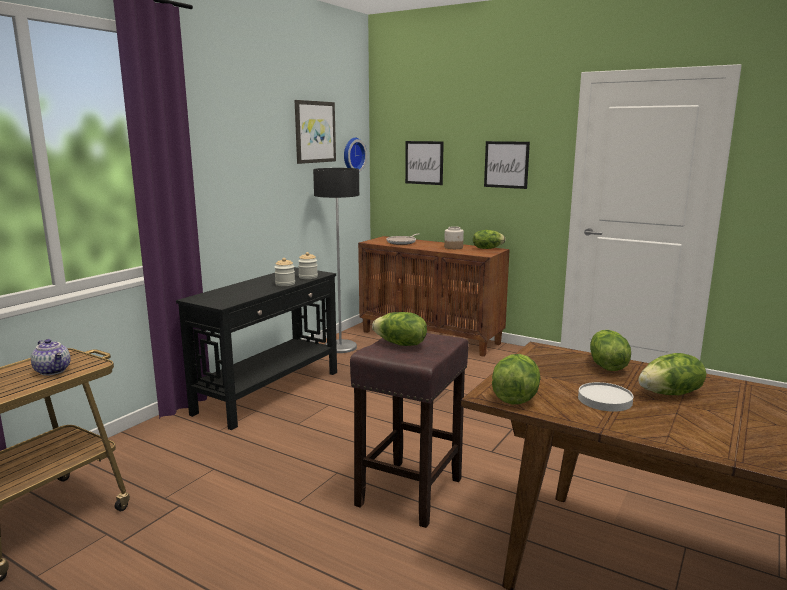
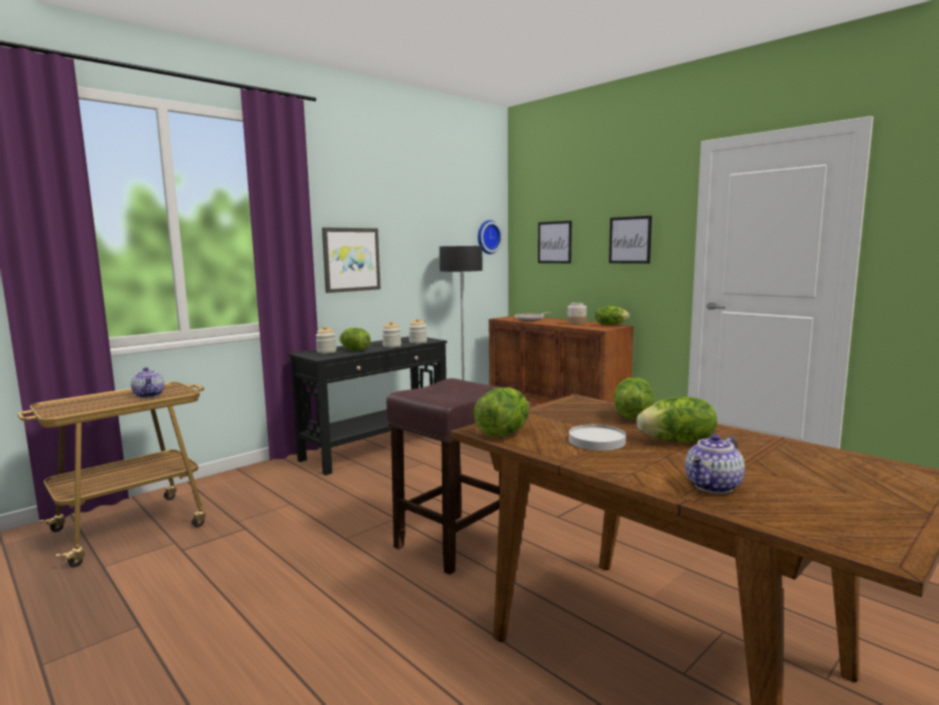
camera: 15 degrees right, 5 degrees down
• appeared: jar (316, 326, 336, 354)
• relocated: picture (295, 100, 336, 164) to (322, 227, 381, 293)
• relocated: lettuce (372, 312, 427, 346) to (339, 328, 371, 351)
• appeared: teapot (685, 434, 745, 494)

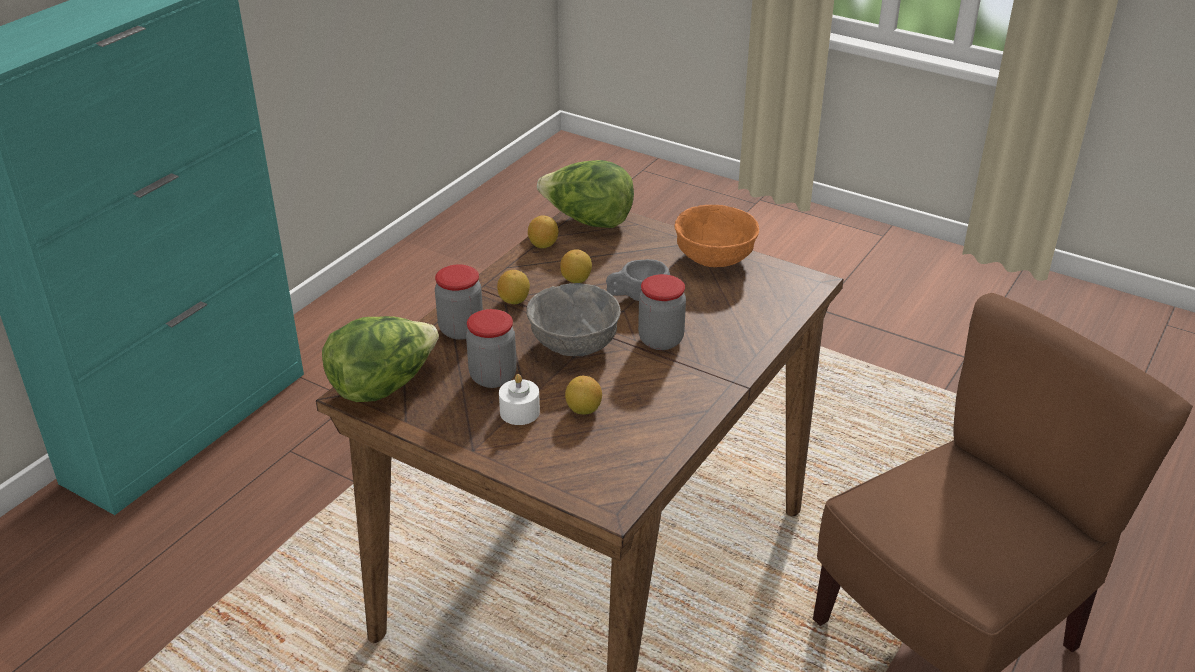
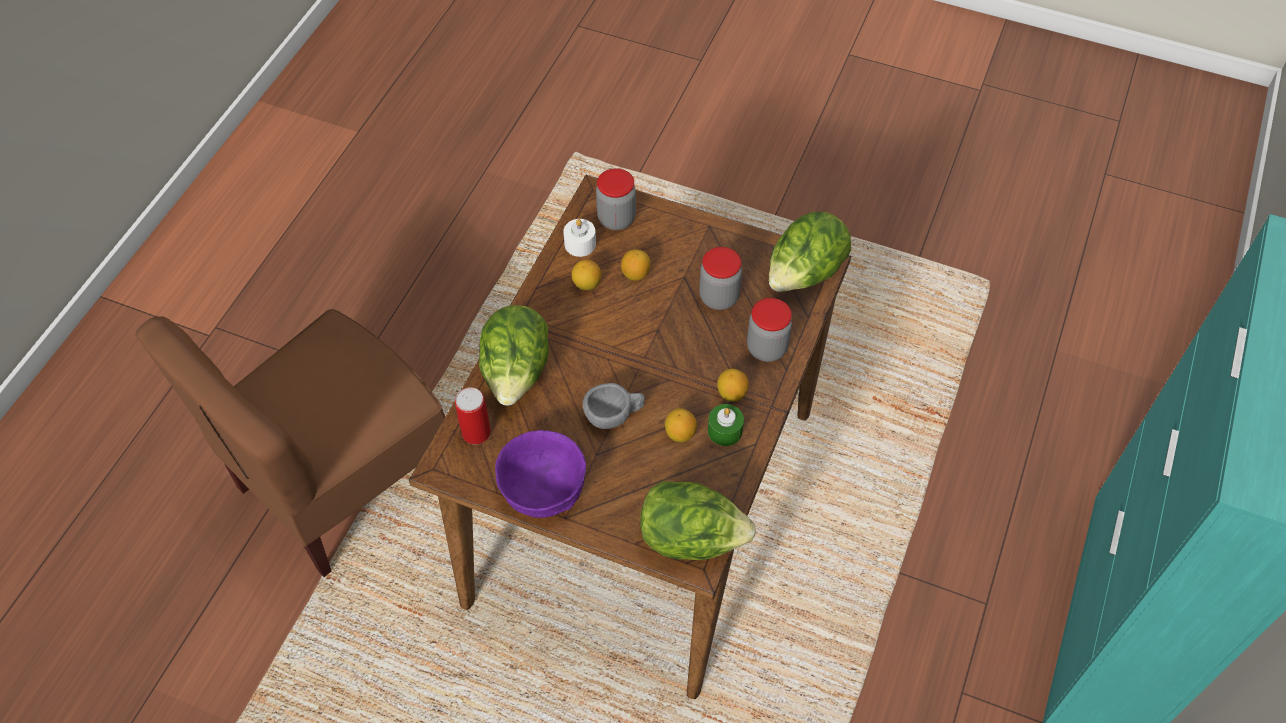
camera: 170 degrees right, 20 degrees up
• appeared: can (455, 387, 491, 444)
• appeared: lettuce (479, 305, 549, 406)
• colour: orange bowl (674, 205, 759, 267) to purple bowl (495, 430, 586, 518)
• relocated: white candle (499, 374, 540, 425) to (564, 219, 596, 257)
• relocated: lemon (528, 215, 558, 248) to (571, 259, 602, 290)
• relocated: jar (638, 274, 686, 350) to (596, 168, 636, 230)
• appeared: green candle (708, 404, 744, 446)
• missing: grey bowl (526, 283, 621, 356)

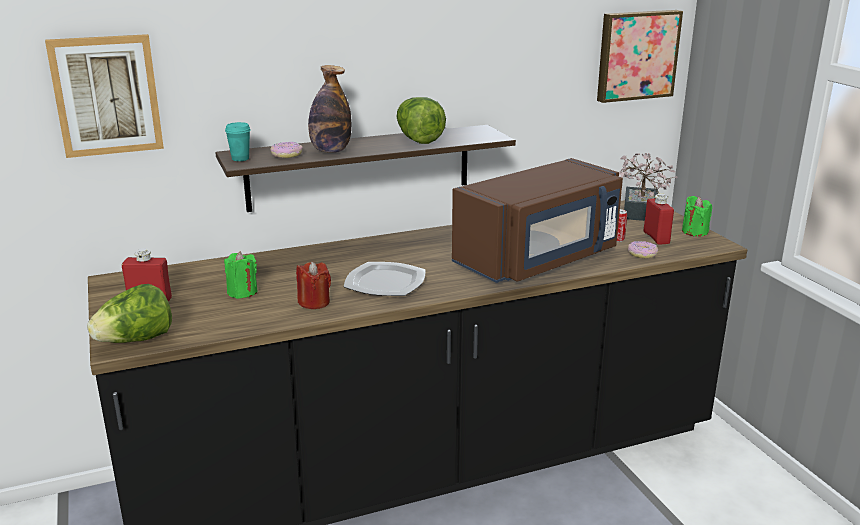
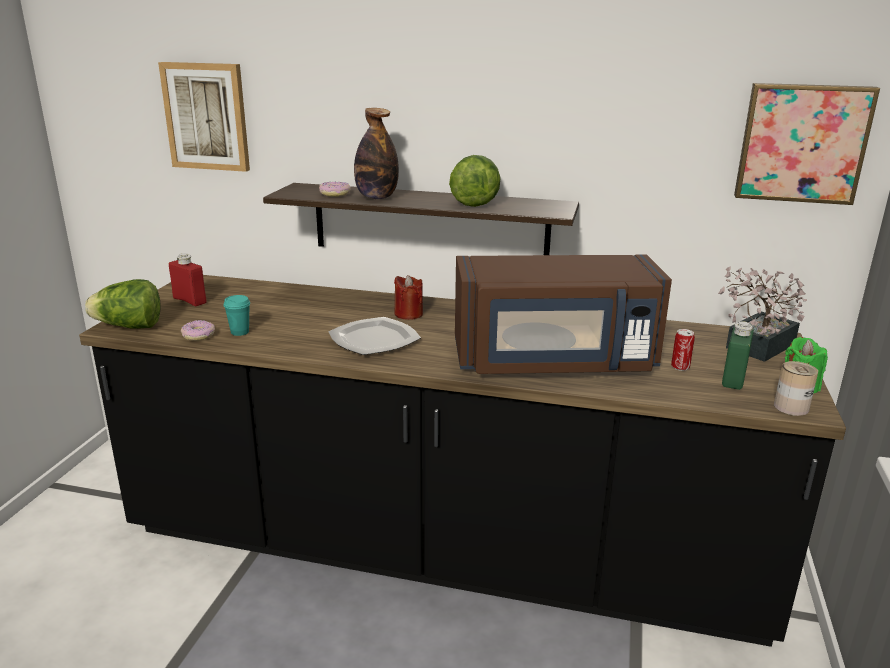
camera: 35 degrees right, 0 degrees up
• relocated: donut (628, 241, 658, 258) to (181, 320, 215, 341)
• relocated: turquoise cup (225, 122, 251, 161) to (223, 295, 250, 336)
• relocated: red candle (296, 262, 331, 309) to (394, 275, 423, 320)
• colour: red bottle (644, 193, 674, 245) to green bottle (722, 321, 754, 390)
• appeared: can (774, 361, 818, 416)
• missing: green candle (224, 251, 257, 299)

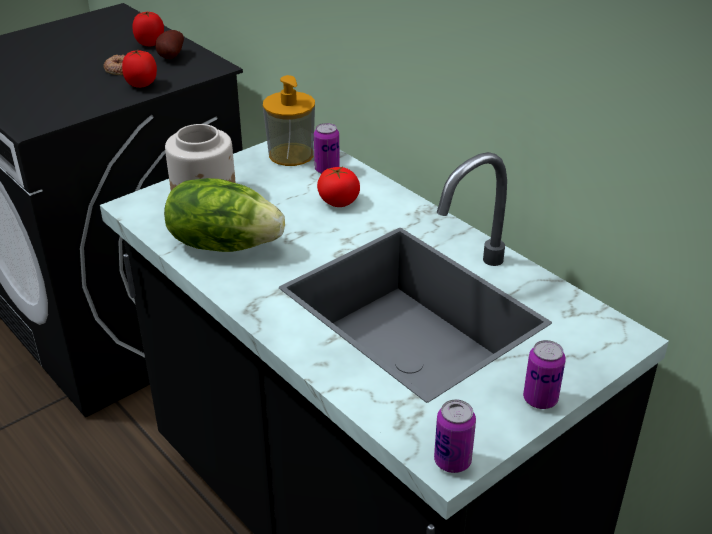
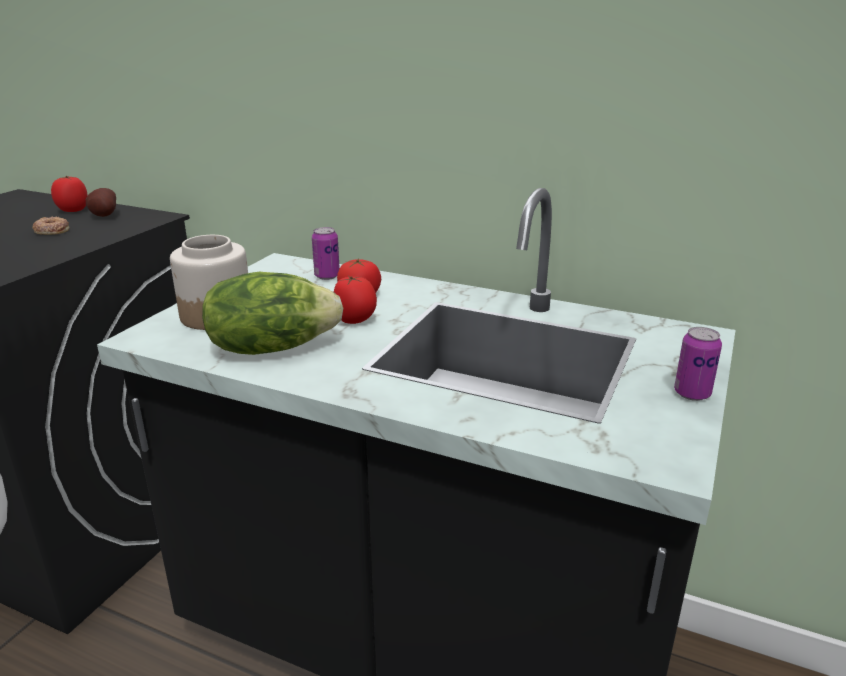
camera: 25 degrees left, 10 degrees down
• relocated: tomato (122, 50, 157, 88) to (334, 276, 377, 324)
• missing: soap dispenser (263, 75, 315, 166)
• missing: can (434, 400, 476, 473)

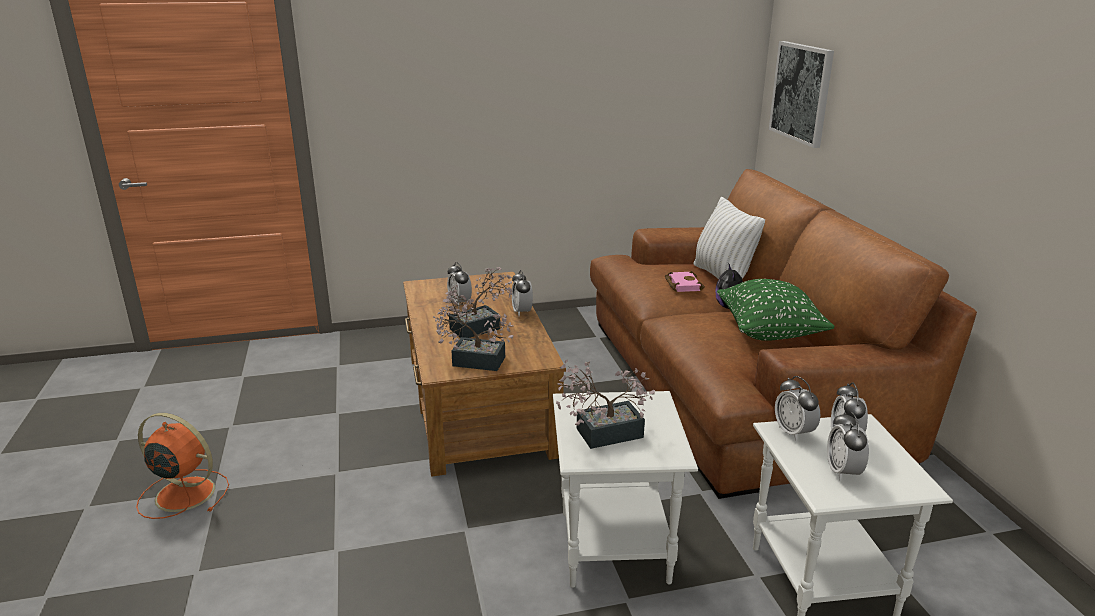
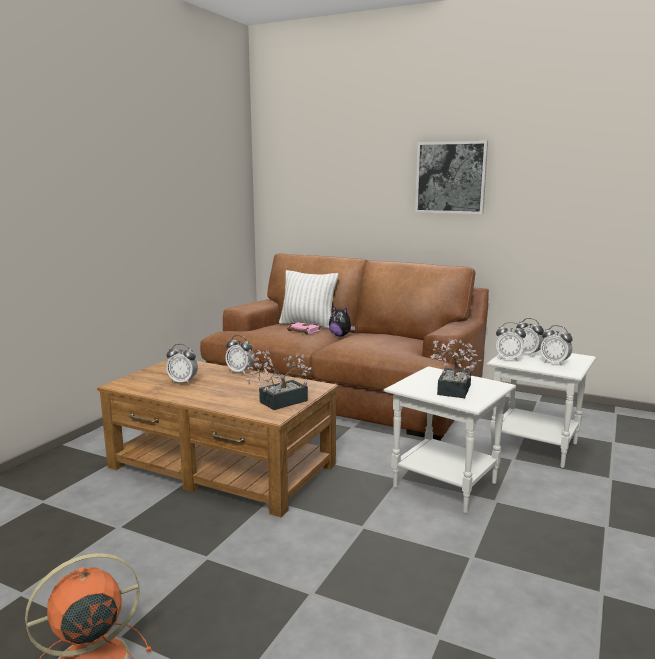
camera: 50 degrees left, 10 degrees down
• relocated: picture (769, 41, 834, 148) to (415, 141, 488, 214)
• missing: potted plant (441, 267, 513, 338)
• missing: green pillow (717, 279, 835, 341)

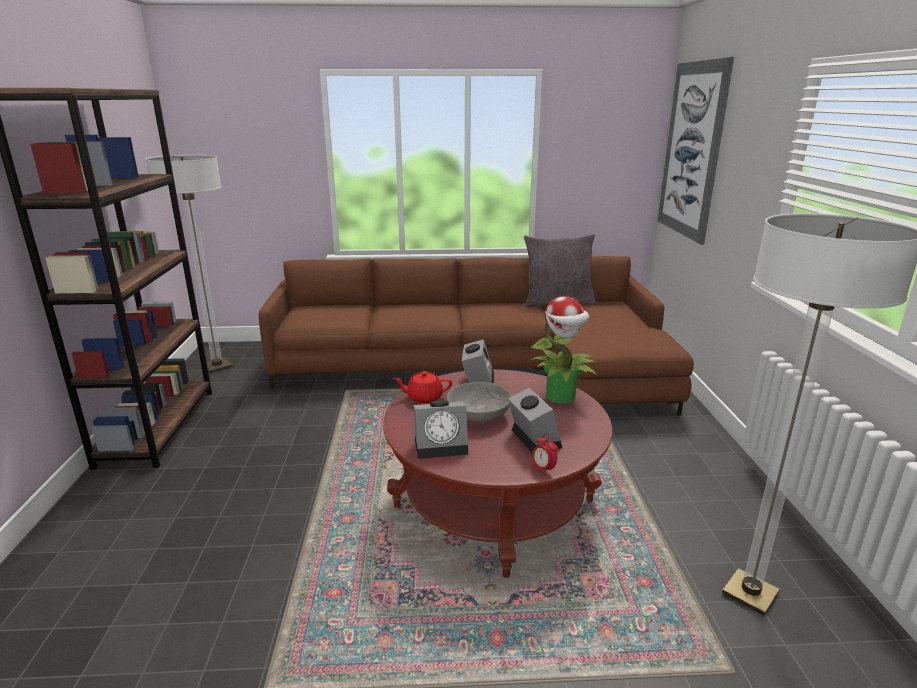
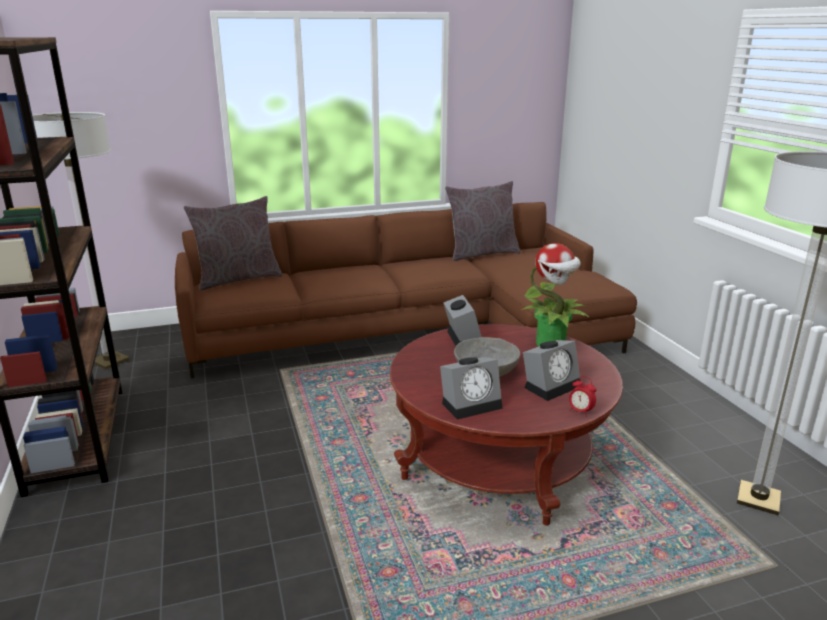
camera: 15 degrees left, 0 degrees up
• appeared: grey pillow (183, 196, 282, 291)
• spun: alarm clock (508, 388, 562, 452) = (523, 340, 581, 401) 90 degrees clockwise
• missing: red teapot (393, 371, 452, 403)
• missing: picture (658, 57, 734, 245)

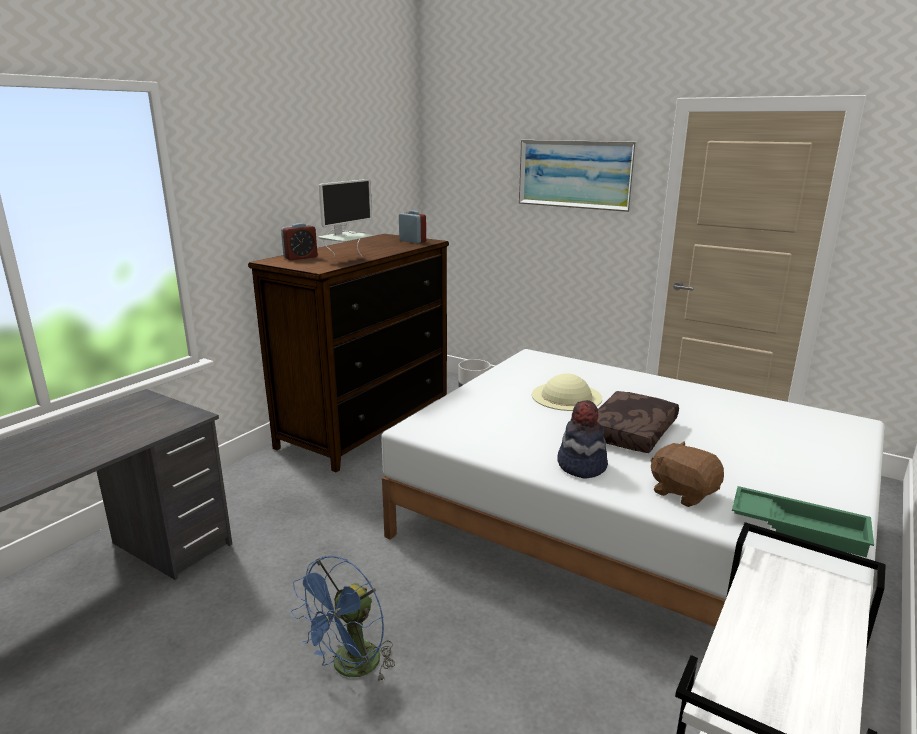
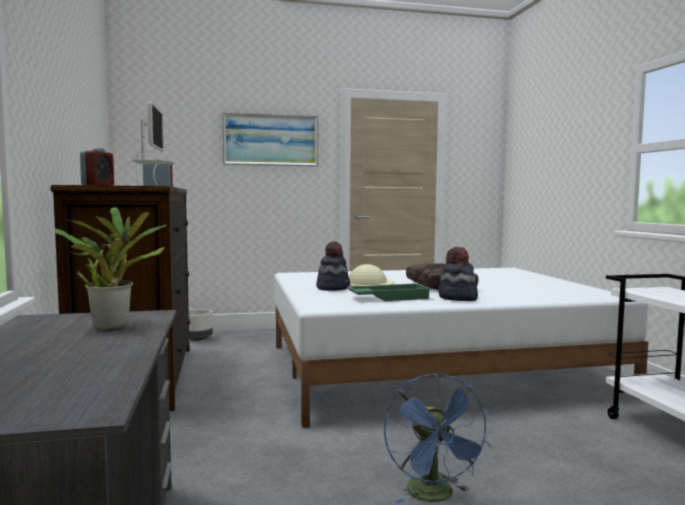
camera: 45 degrees left, 15 degrees down
• appeared: potted plant (54, 207, 166, 330)
• appeared: hat (316, 241, 350, 291)
• relocated: green tray (732, 486, 874, 558) to (347, 283, 432, 301)
• missing: brown plush toy (650, 441, 724, 507)

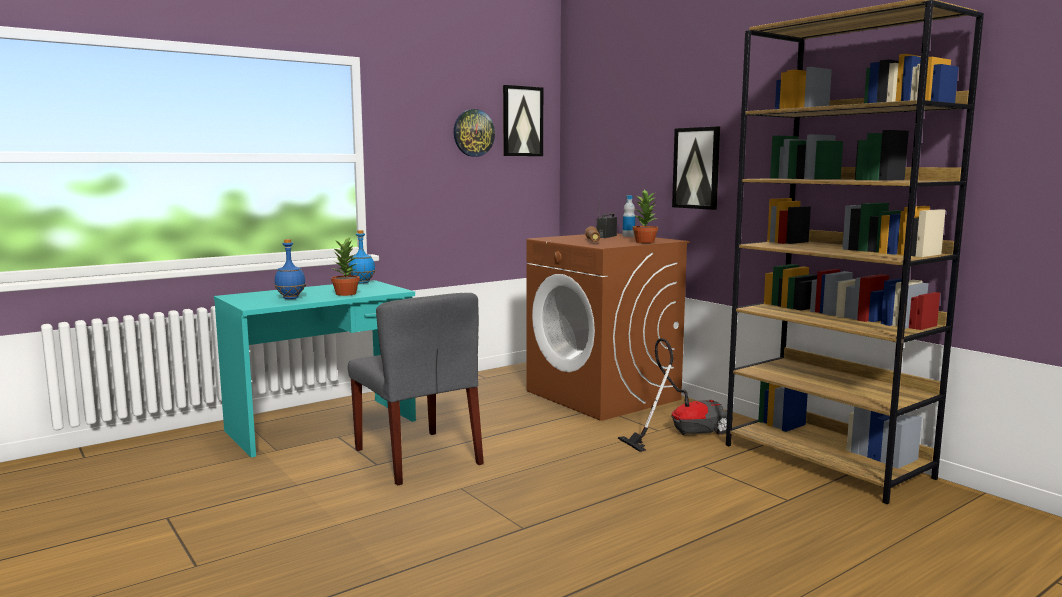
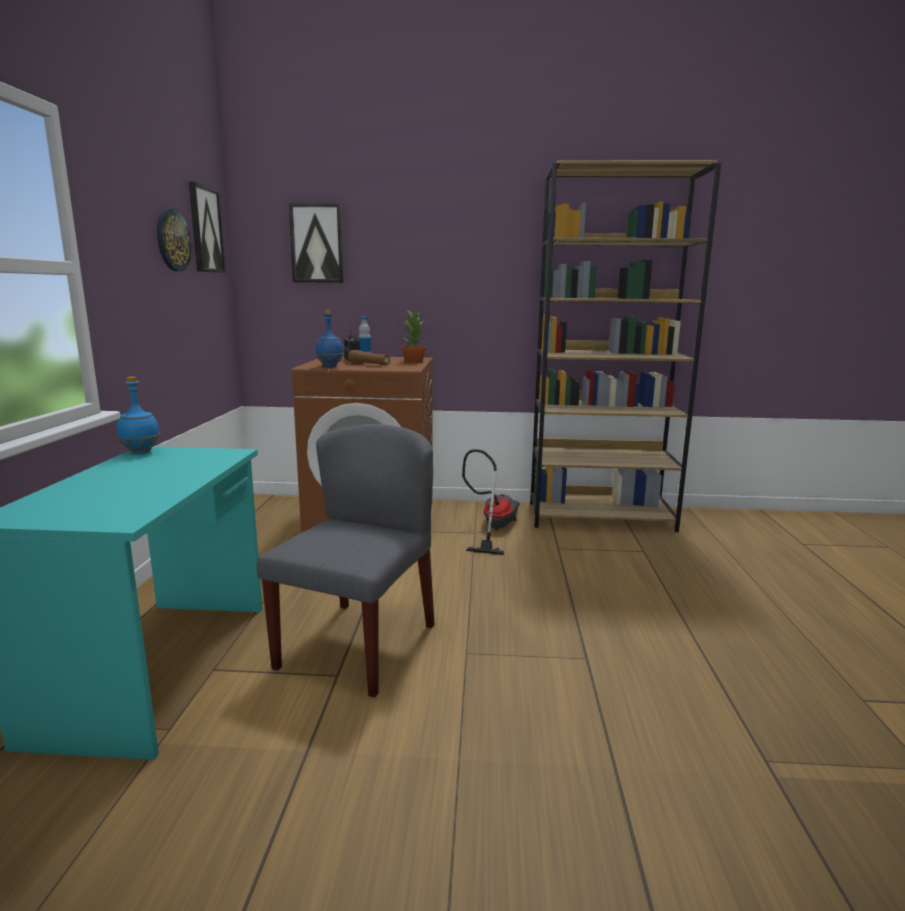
camera: 50 degrees left, 5 degrees up
• spun: grey chair (348, 293, 484, 486) = (257, 424, 435, 698) 75 degrees counterclockwise
• relocated: picture (672, 127, 720, 210) to (289, 203, 344, 283)
• relocated: blue bottle (274, 239, 306, 299) to (315, 310, 344, 367)
• missing: potted plant (331, 236, 360, 296)

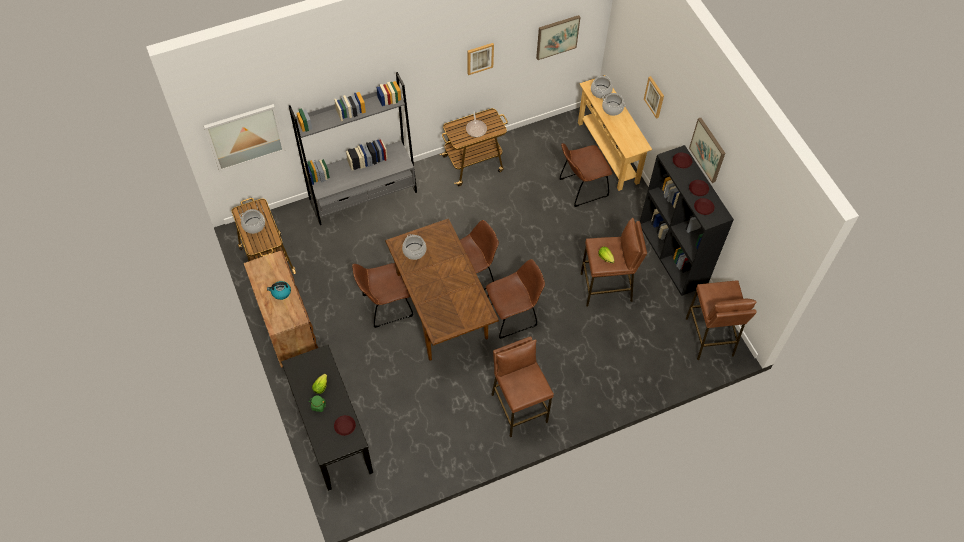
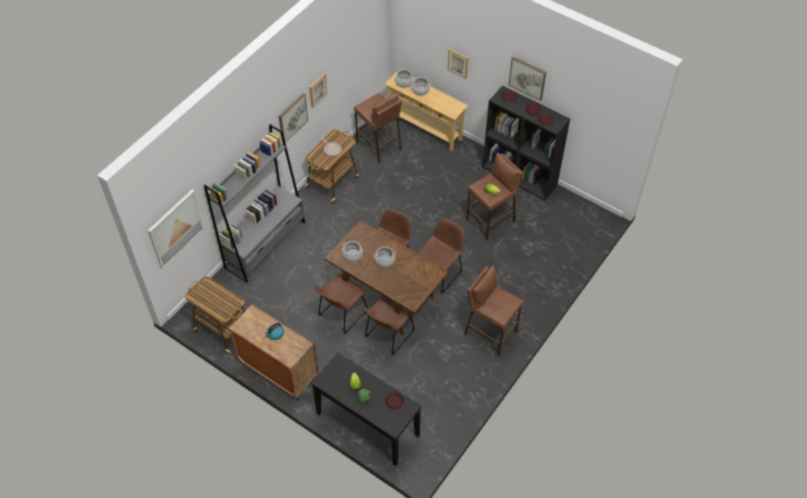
camera: 30 degrees left, 5 degrees down
• relocated: picture (536, 15, 580, 60) to (279, 93, 308, 143)
• relocated: brown stool (686, 280, 756, 360) to (354, 93, 402, 164)
• relocated: brown chair (559, 143, 612, 207) to (363, 296, 414, 355)
• relocated: cooking pot (240, 209, 265, 234) to (373, 246, 396, 268)

